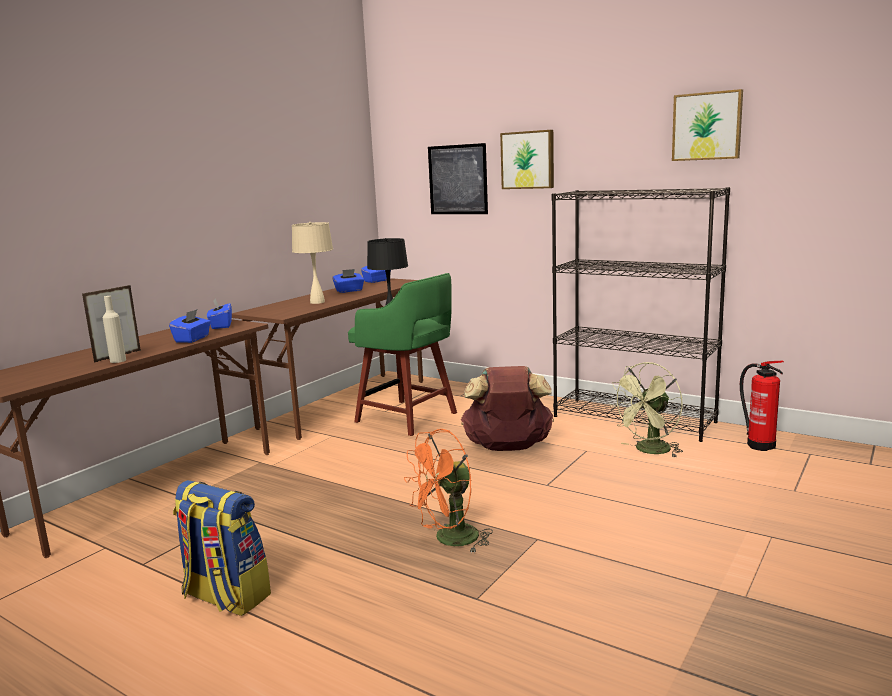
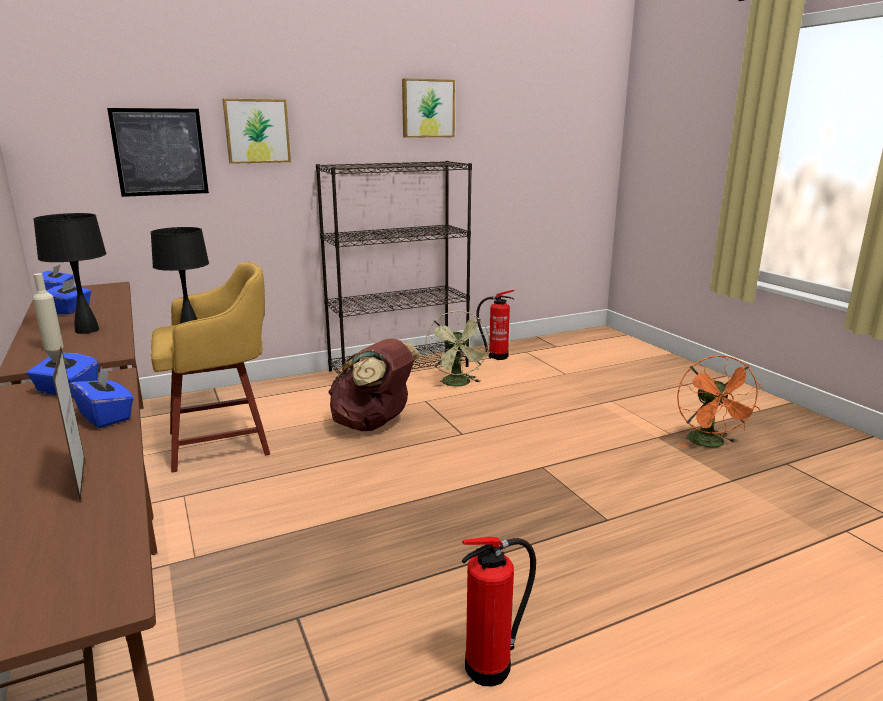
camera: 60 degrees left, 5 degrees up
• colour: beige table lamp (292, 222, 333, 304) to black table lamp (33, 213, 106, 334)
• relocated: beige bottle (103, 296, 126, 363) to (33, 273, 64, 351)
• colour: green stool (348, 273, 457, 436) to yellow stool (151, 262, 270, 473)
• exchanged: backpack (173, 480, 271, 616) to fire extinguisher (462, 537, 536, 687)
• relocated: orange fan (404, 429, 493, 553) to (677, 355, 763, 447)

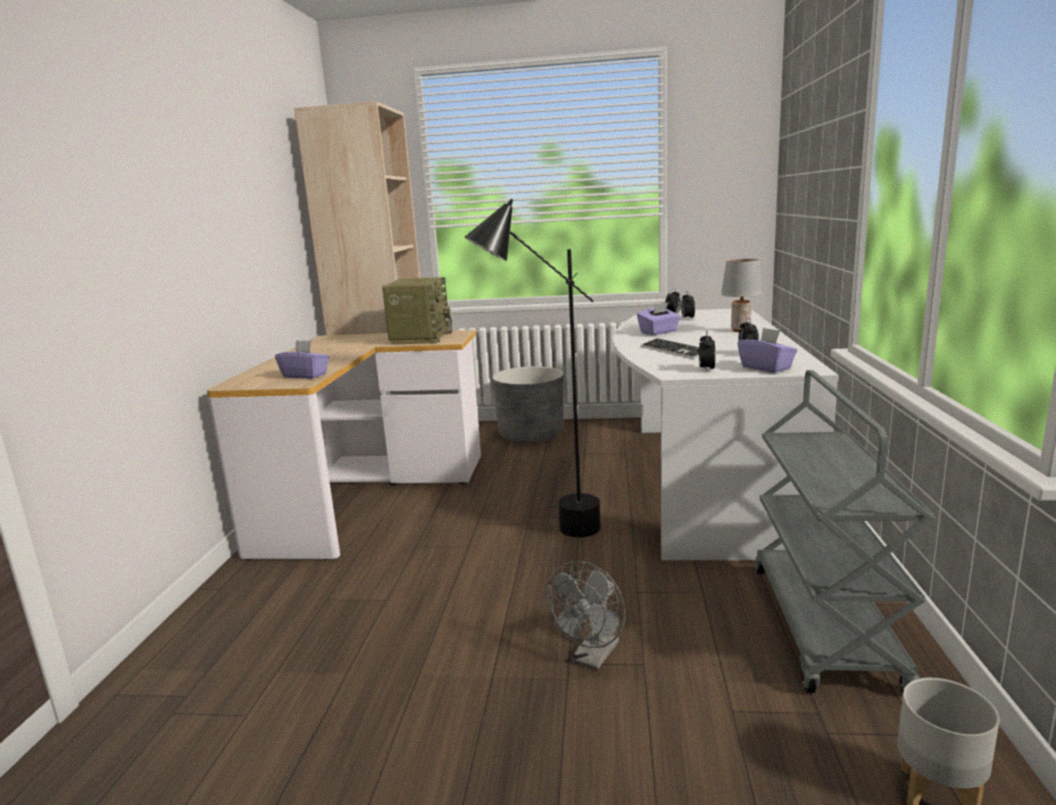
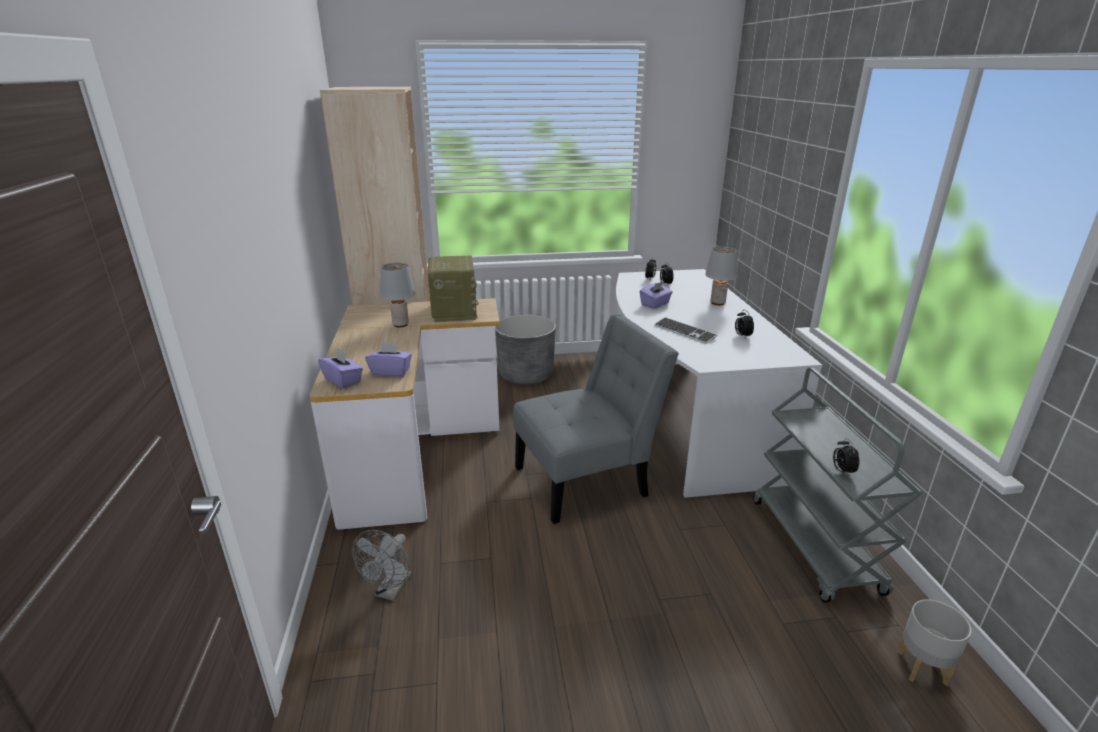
camera: 15 degrees left, 10 degrees up
• relocated: purple tissue box (738, 328, 797, 373) to (318, 348, 363, 389)
• relocated: grey fan (546, 561, 625, 670) to (352, 530, 412, 601)
• appeared: grey table lamp (380, 263, 415, 327)
• exchanged: black floor lamp (465, 199, 601, 537) to grey chair (513, 314, 679, 524)
• relocated: alarm clock (699, 331, 715, 371) to (833, 438, 859, 477)

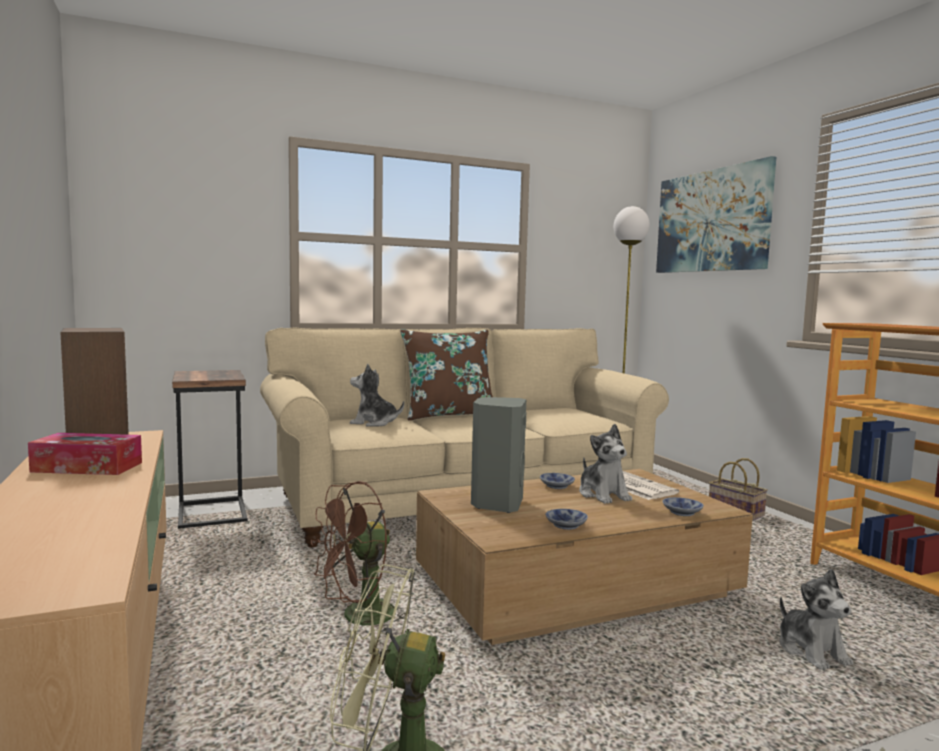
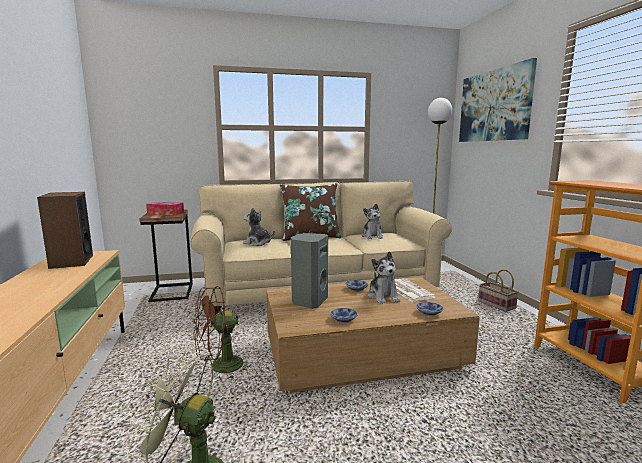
camera: 10 degrees right, 5 degrees up
• relocated: tissue box (28, 433, 142, 475) to (146, 202, 184, 216)
• relocated: plush toy (779, 569, 854, 670) to (362, 204, 383, 239)

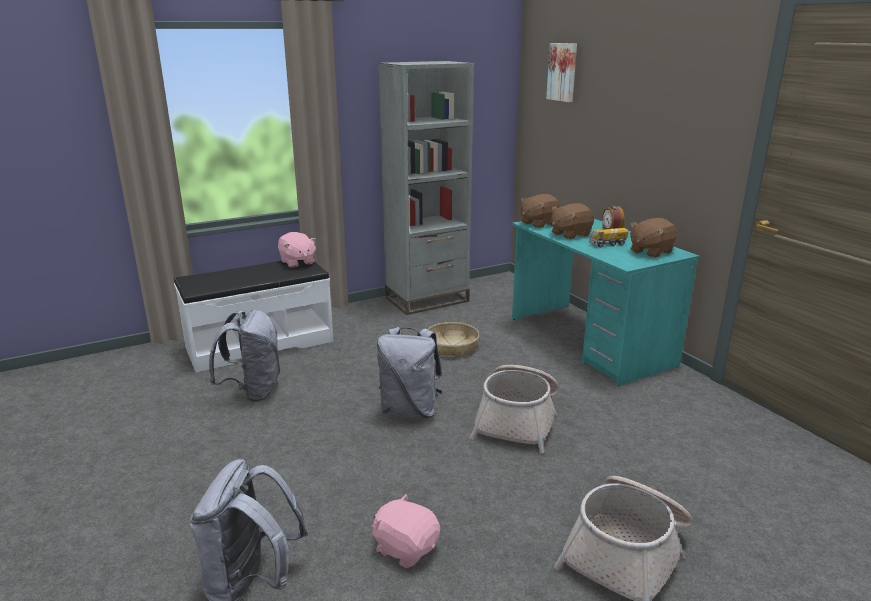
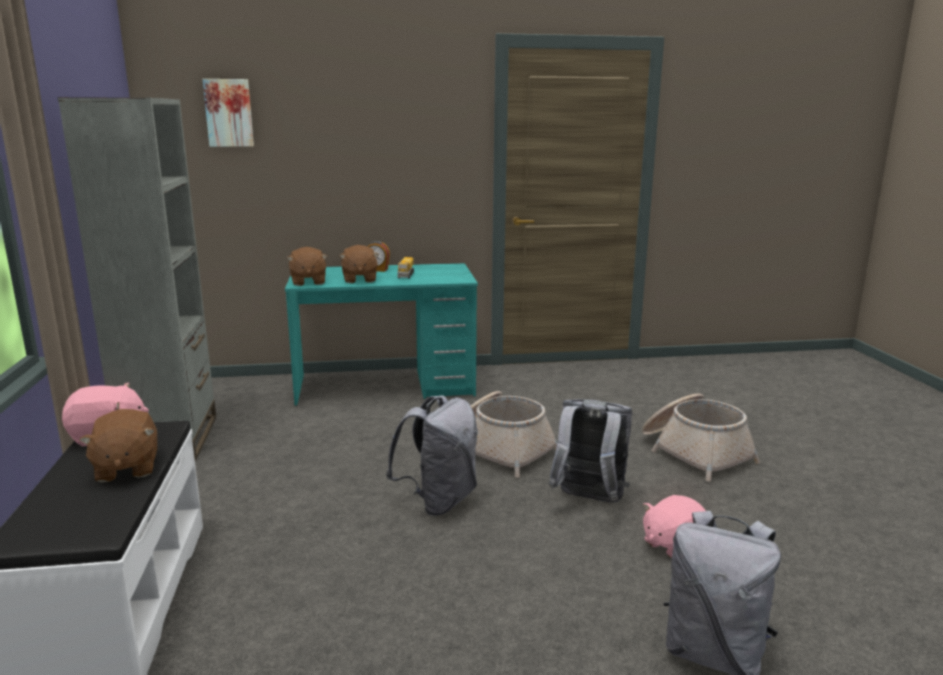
camera: 70 degrees left, 5 degrees down
• relocated: brown plush toy (630, 218, 677, 258) to (79, 409, 157, 483)
• relocated: grey backpack (209, 309, 280, 402) to (548, 399, 633, 502)
• missing: basket (428, 322, 479, 357)

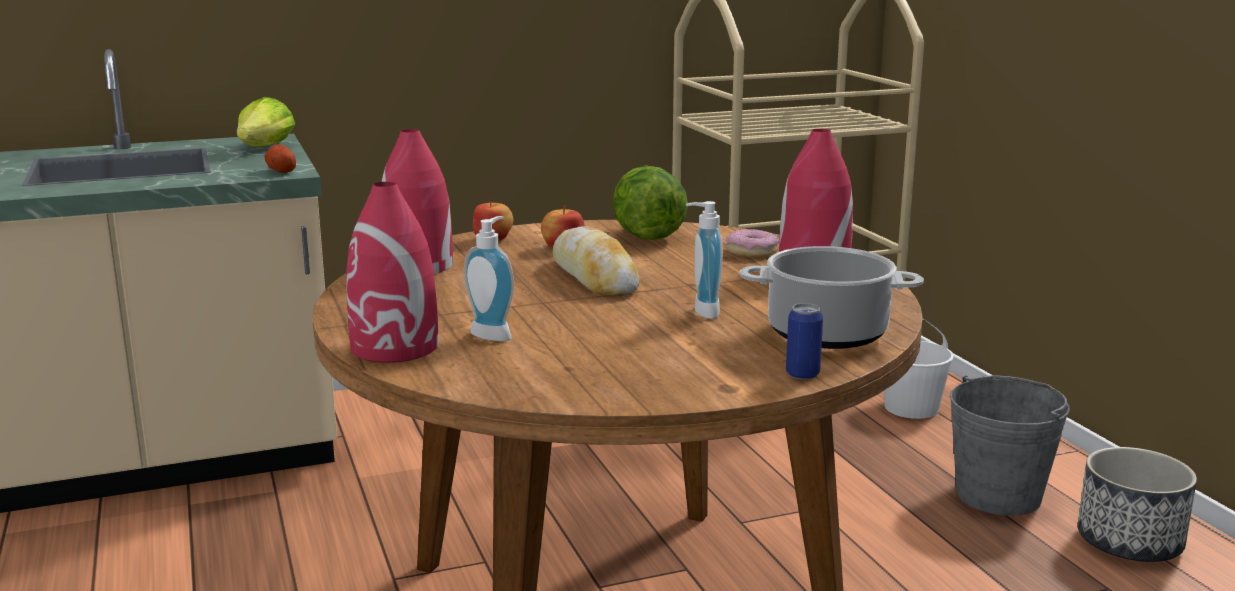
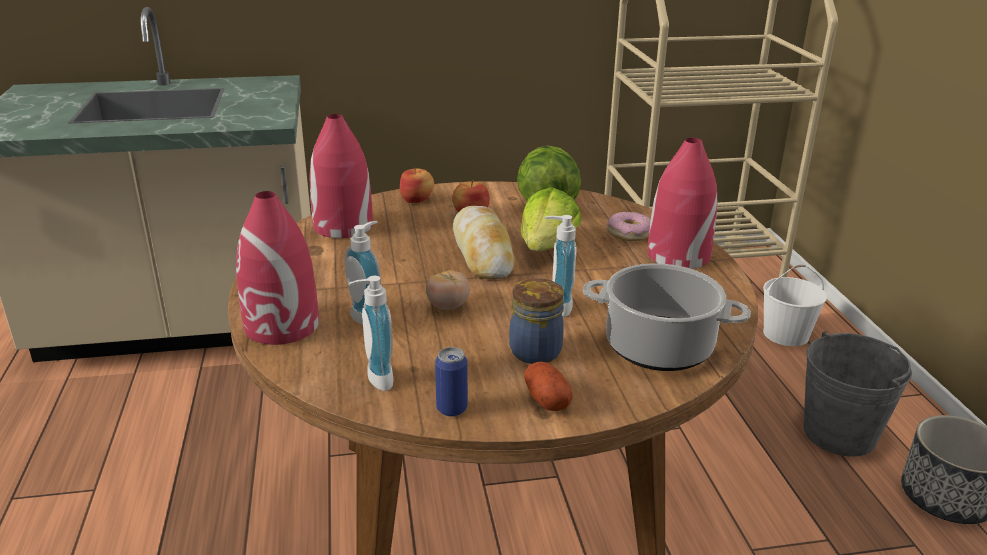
camera: 10 degrees right, 10 degrees up
• appeared: soap dispenser (349, 276, 394, 391)
• appeared: tomato (426, 270, 470, 310)
• relocated: can (786, 303, 823, 380) to (435, 347, 468, 417)
• appeared: jar (509, 278, 564, 364)
• relocated: lettuce (237, 97, 295, 146) to (521, 187, 582, 251)
• relocated: potato (265, 144, 296, 173) to (524, 362, 573, 411)

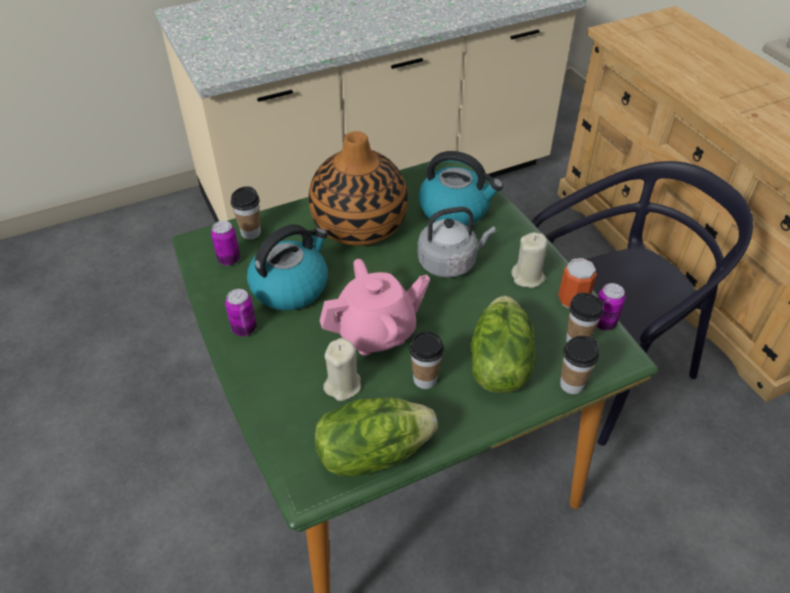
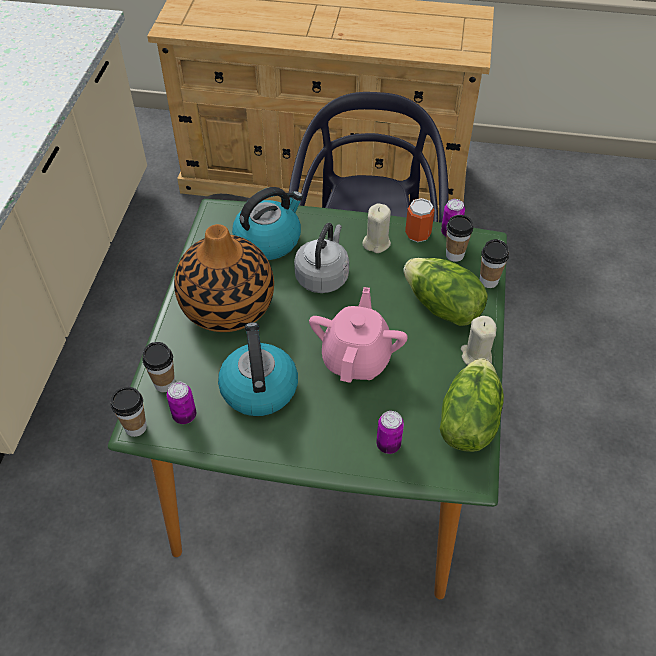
camera: 55 degrees left, 5 degrees up
• relocated: cup (409, 331, 444, 389) to (111, 387, 147, 437)
• relocated: can (225, 289, 257, 336) to (376, 411, 404, 454)
• relocated: beige candle (323, 338, 361, 401) to (461, 316, 497, 365)

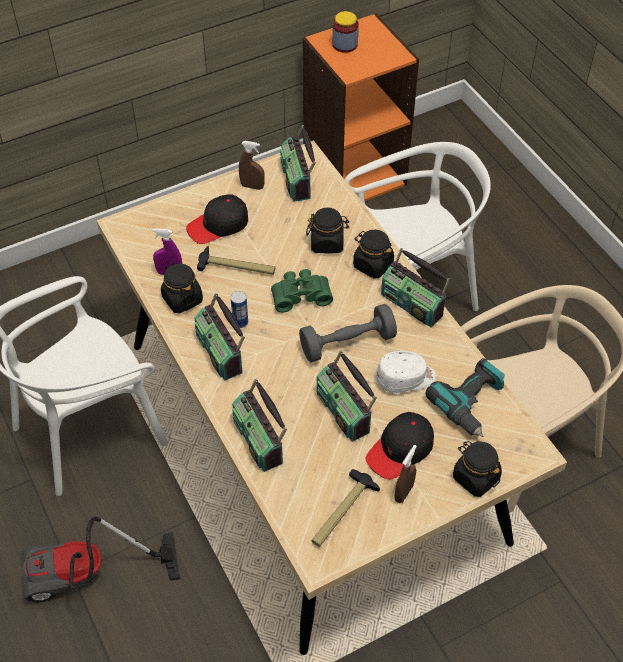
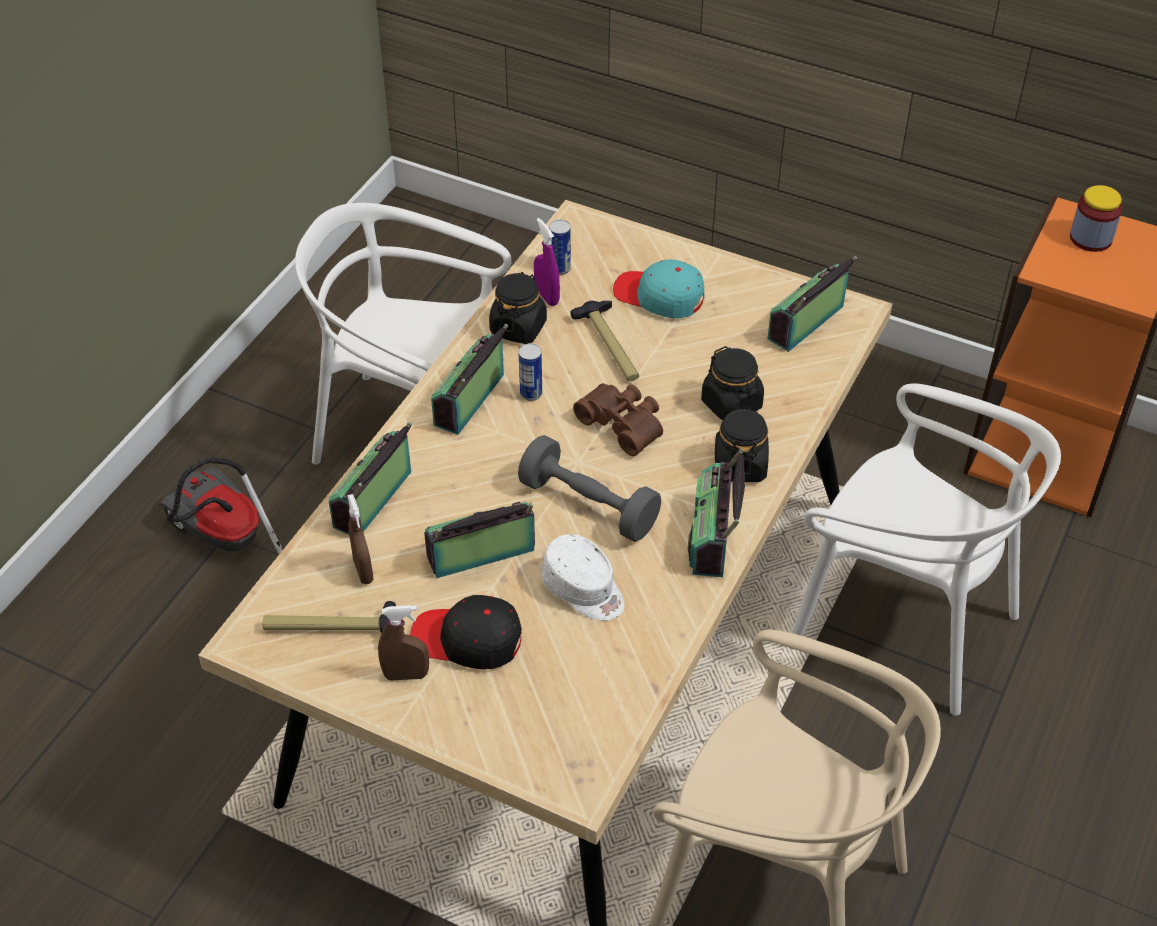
camera: 55 degrees right, 5 degrees down
• relocated: brown spray bottle (239, 141, 265, 190) to (347, 494, 373, 584)
• spun: radio (317, 351, 377, 442) = (424, 502, 535, 578) 45 degrees clockwise
• appeared: can (549, 220, 571, 275)
• colour: green binoculars (271, 269, 333, 313) to brown binoculars (573, 383, 663, 456)
• colour: black cap (186, 194, 248, 244) to turquoise cap (613, 259, 704, 318)
• missing: power drill (425, 358, 505, 437)
• missing: black jar (453, 441, 502, 497)

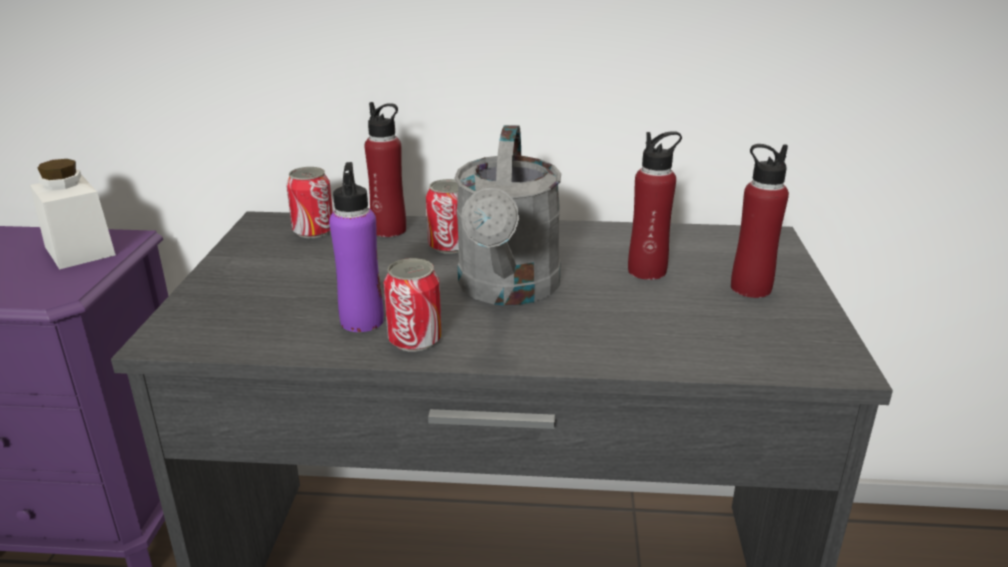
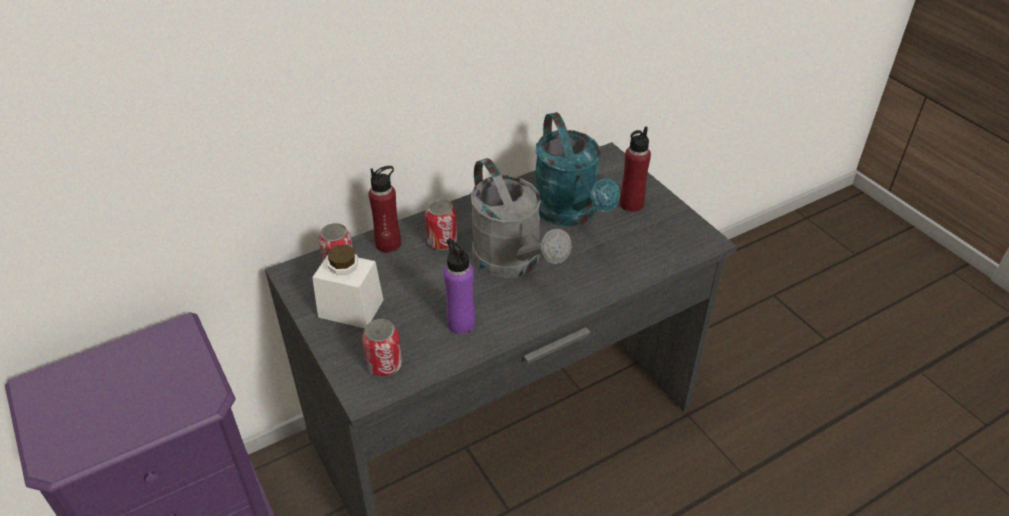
camera: 35 degrees left, 15 degrees up
• relocated: white jar (30, 159, 116, 269) to (312, 245, 383, 328)
• relocated: can (384, 258, 442, 352) to (362, 319, 402, 377)
• exchanged: red bottle (628, 131, 682, 280) to turquoise watering can (536, 112, 620, 226)

